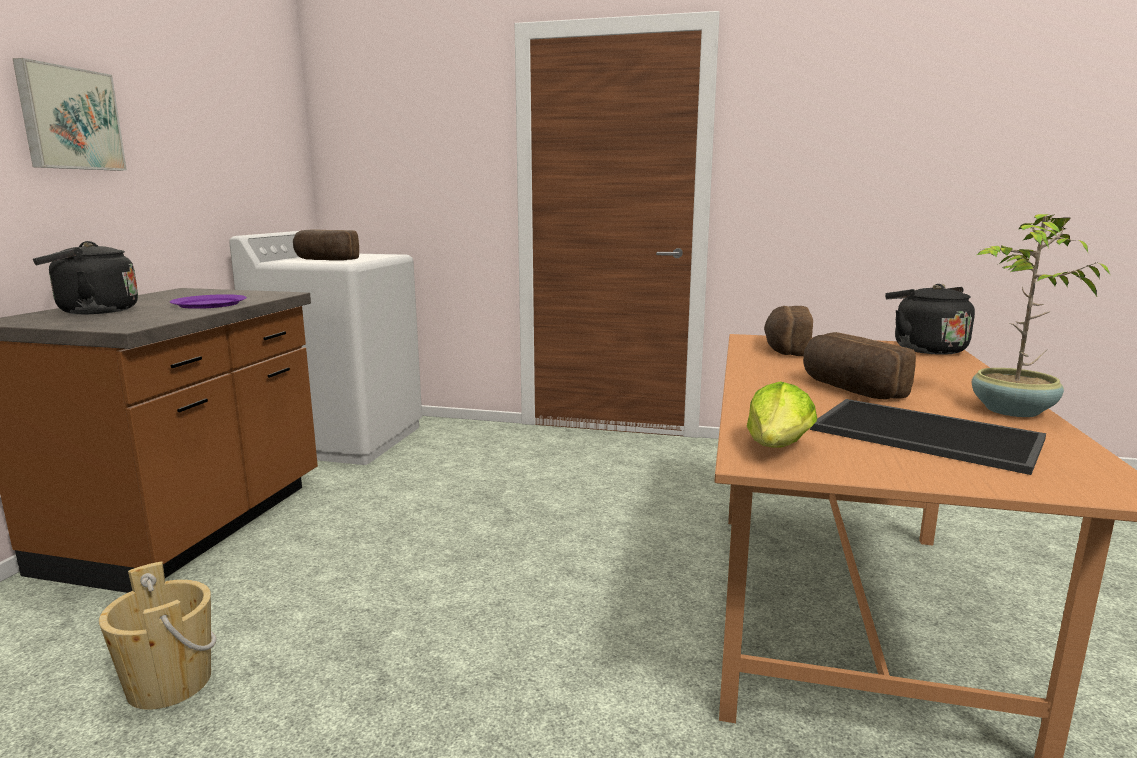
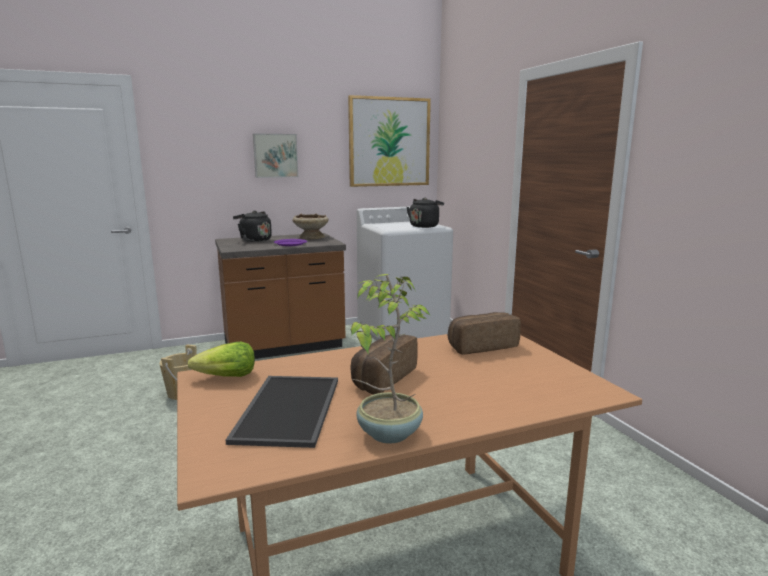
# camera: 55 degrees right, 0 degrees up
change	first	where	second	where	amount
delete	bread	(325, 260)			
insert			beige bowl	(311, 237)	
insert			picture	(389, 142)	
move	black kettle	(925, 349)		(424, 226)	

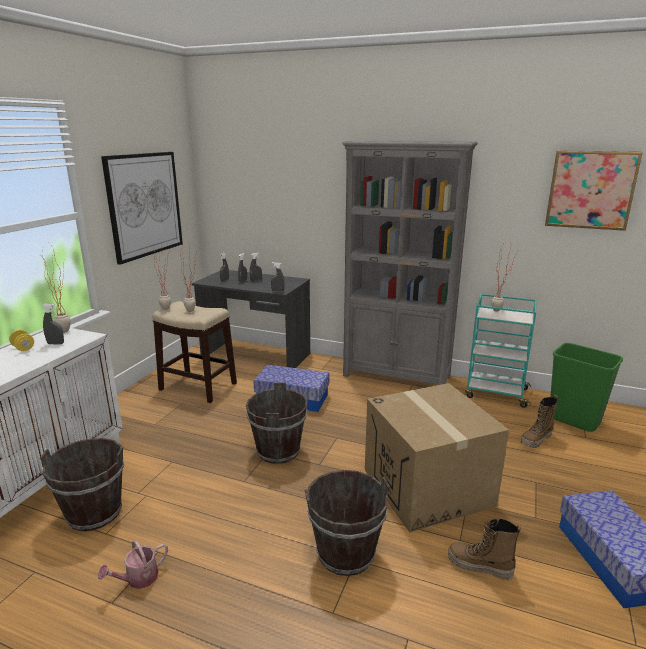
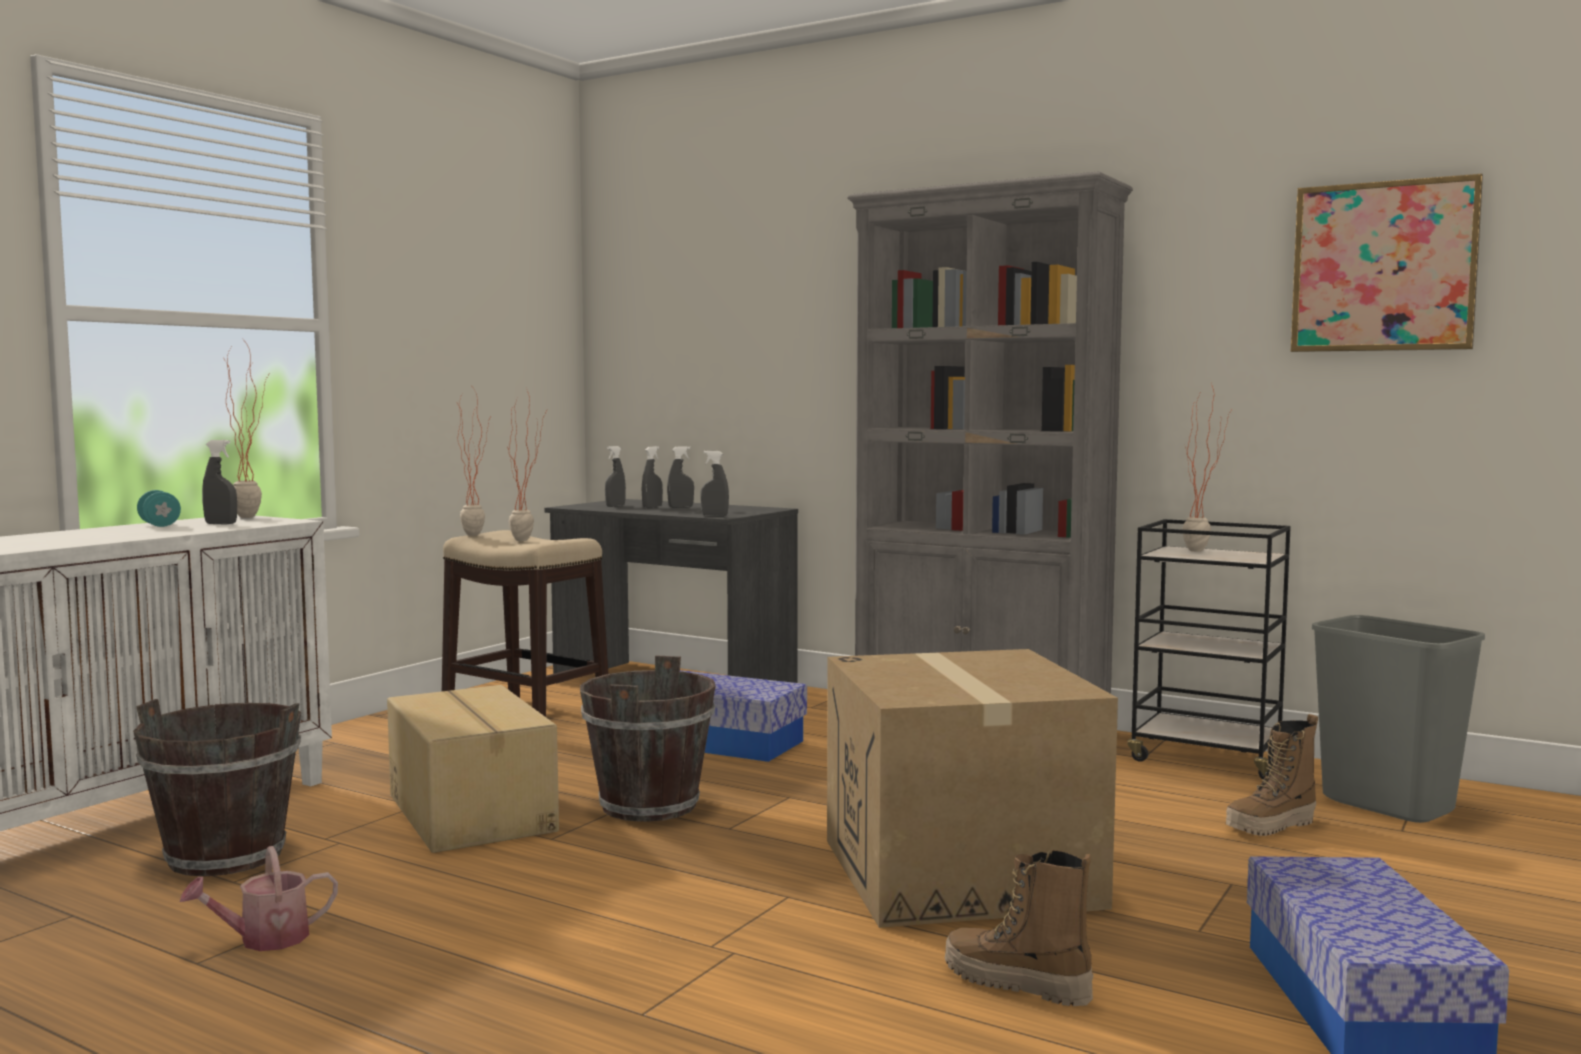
# camera: 10 degrees right, 15 degrees down
change	first	where	second	where	amount
delete	picture	(145, 205)			
delete	brown bucket	(345, 553)			
insert			cardboard box	(473, 812)	
recolor	yellow dumbbell	(23, 348)	turquoise dumbbell	(159, 525)	
recolor	turquoise cart	(495, 393)	black cart	(1208, 758)	
recolor	green trash can	(574, 420)	grey trash can	(1389, 806)	

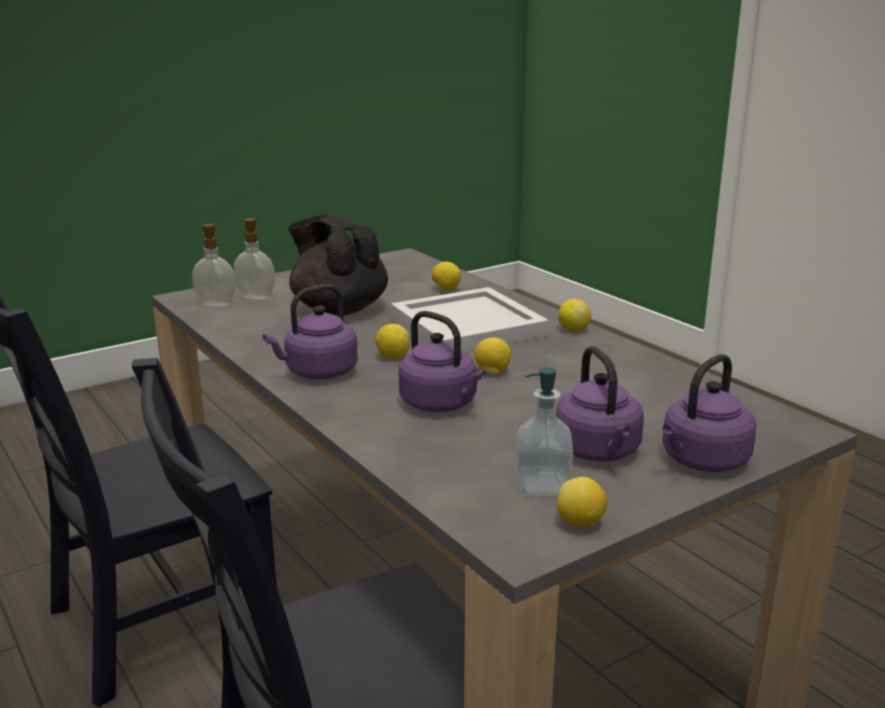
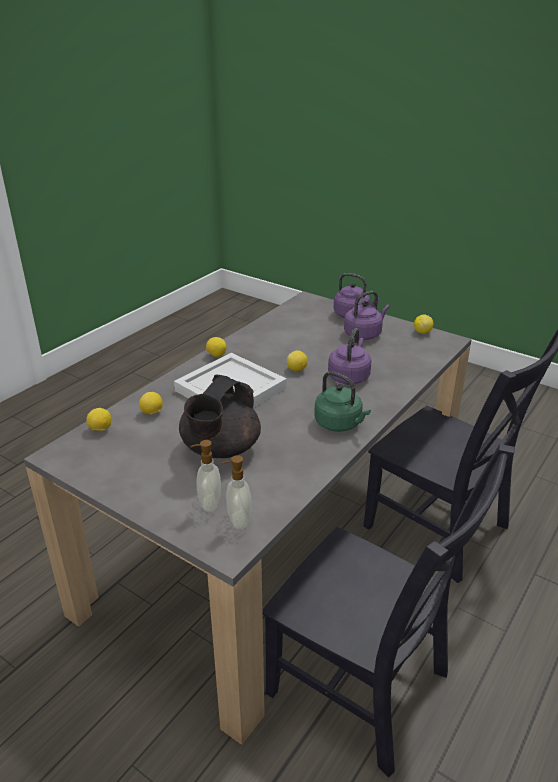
# camera: 110 degrees left, 10 degrees up
change	first	where	second	where	amount
delete	soap dispenser	(542, 485)			
move	lemon	(393, 357)		(100, 429)	
recolor	purple kettle	(317, 372)	green kettle	(340, 424)	

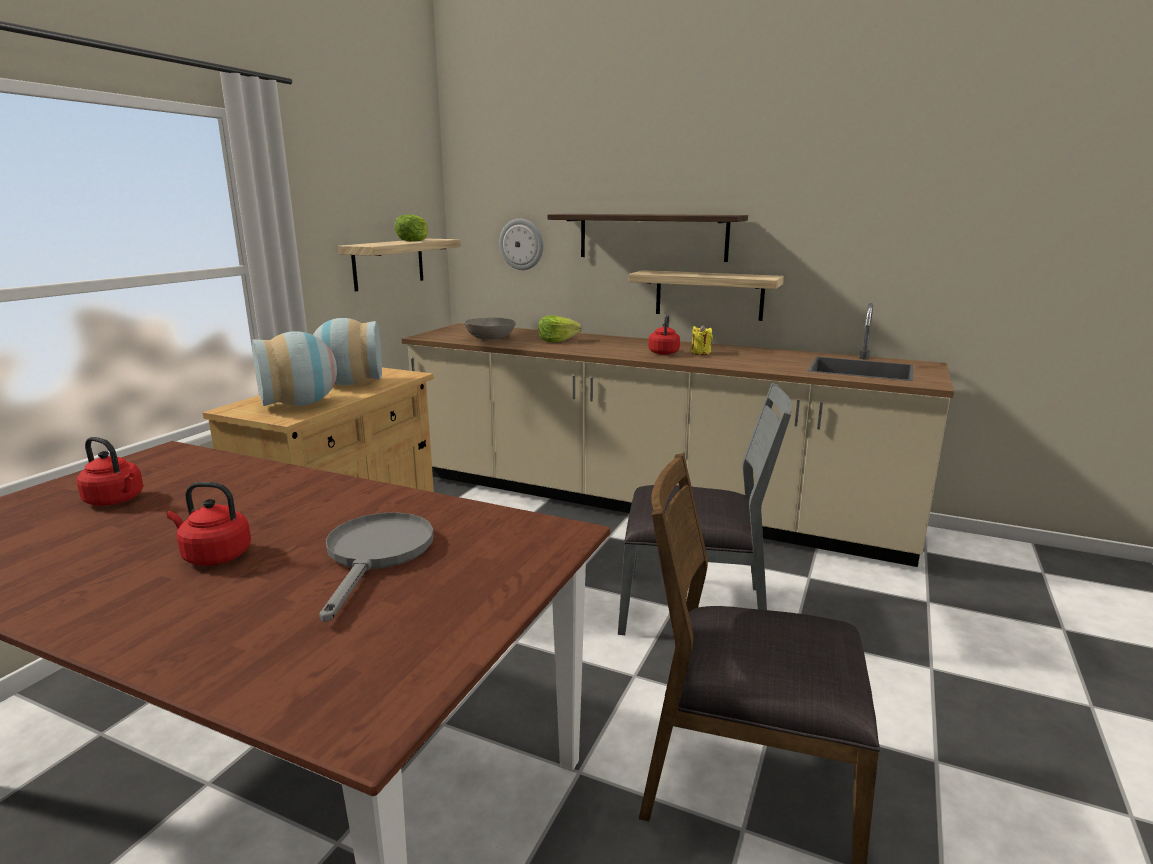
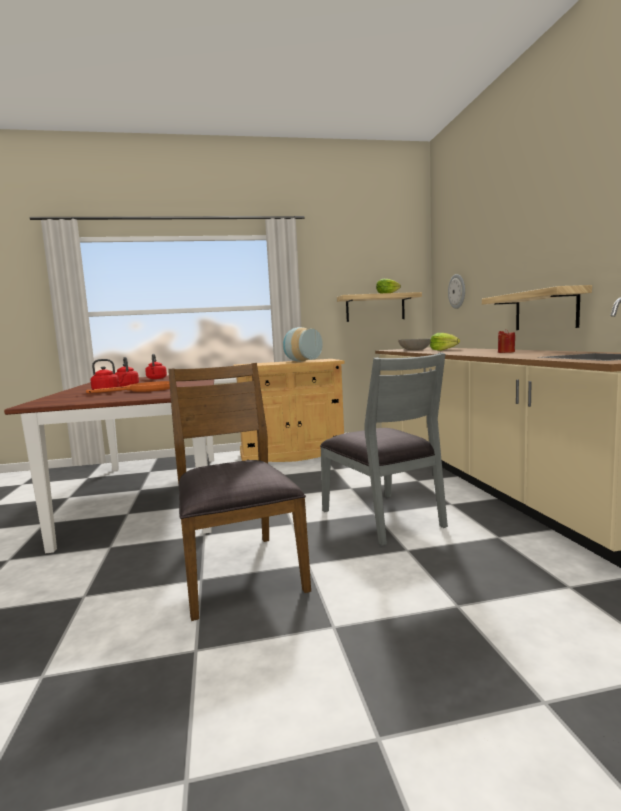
# camera: 55 degrees right, 10 degrees down
change	first	where	second	where	amount
delete	vase	(300, 404)			
delete	shelf	(652, 237)			
move	red kettle	(664, 352)		(108, 391)	
recolor	grey frying pan	(376, 555)	orange frying pan	(145, 390)	
recolor	yellow candle	(700, 352)	red candle	(506, 352)	

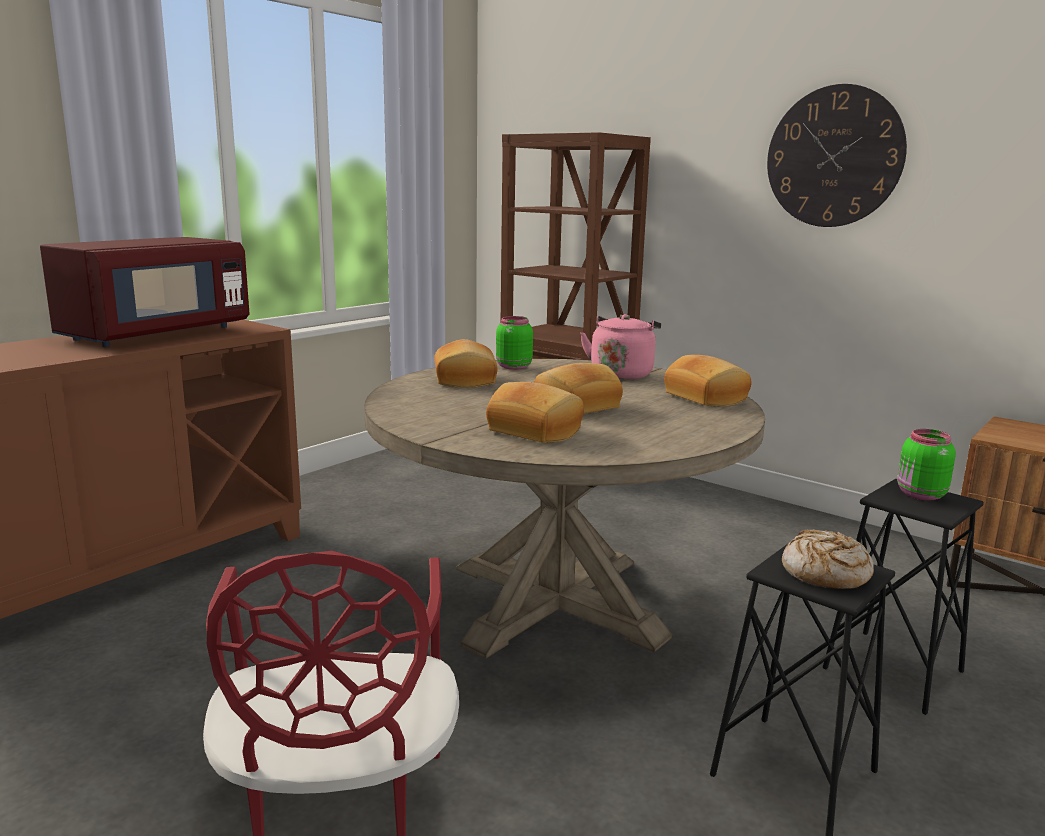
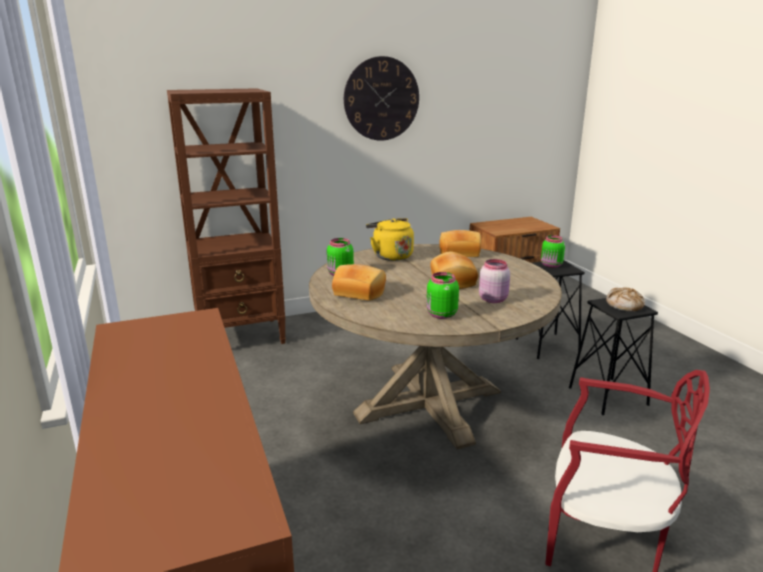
# camera: 60 degrees left, 5 degrees up
change	first	where	second	where	amount
delete	red microwave	(155, 335)			
insert			green jar	(441, 315)	
replace	bread	(536, 431)	pink jar	(493, 299)	
recolor	pink kettle	(622, 374)	yellow kettle	(390, 256)	

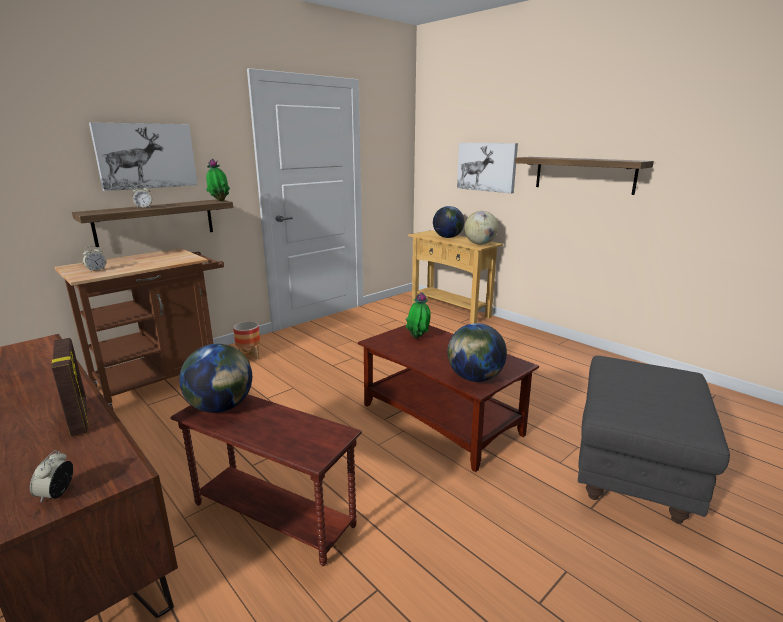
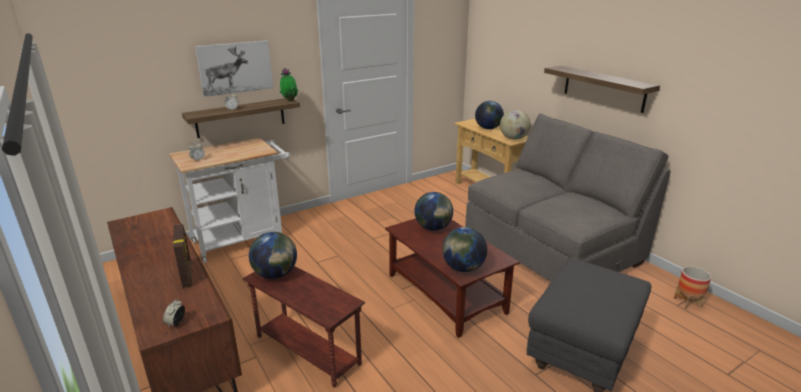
# camera: 10 degrees right, 5 degrees up
change	first	where	second	where	amount
delete	picture	(486, 167)			
insert			grey sofa	(550, 248)	
move	planter	(249, 356)		(687, 302)	
replace	potted plant	(418, 338)	globe	(433, 228)	
recolor	brown cart	(164, 379)	white cart	(243, 239)	

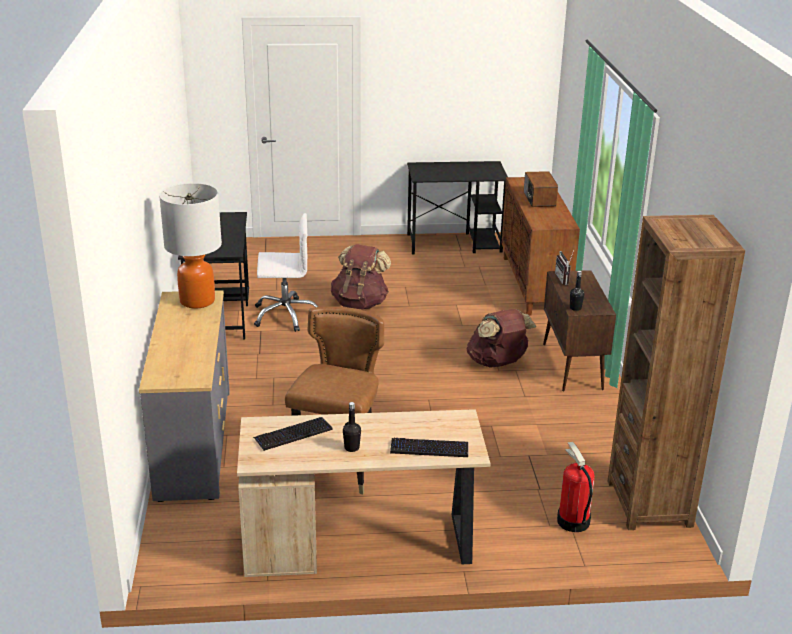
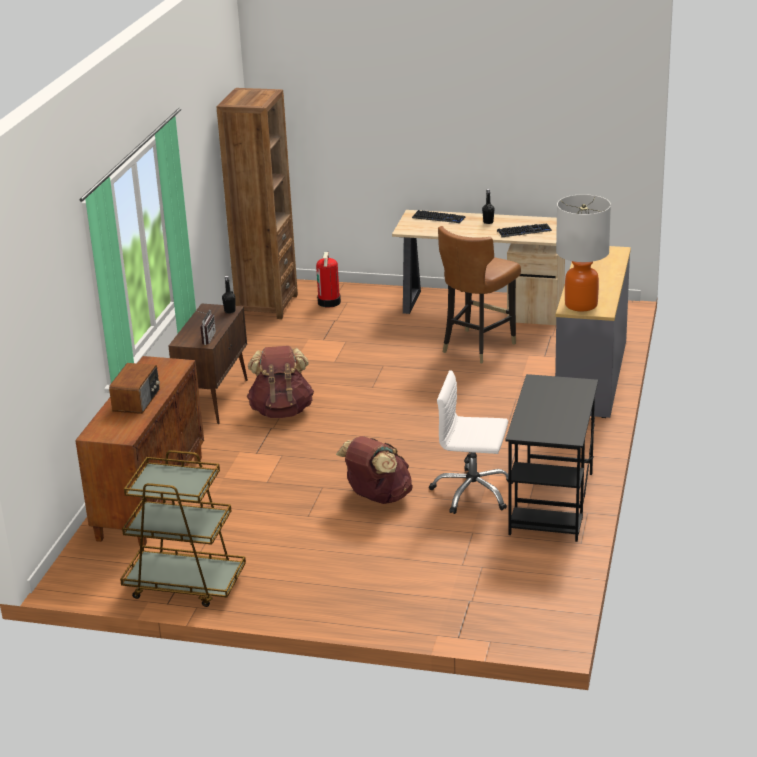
# camera: 160 degrees left, 0 degrees up
change	first	where	second	where	amount
replace	black desk	(455, 243)	brown cart	(184, 584)	

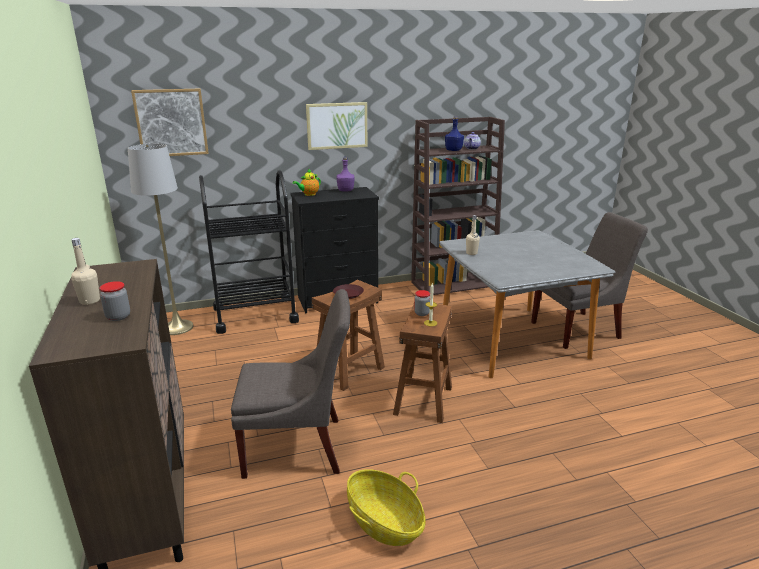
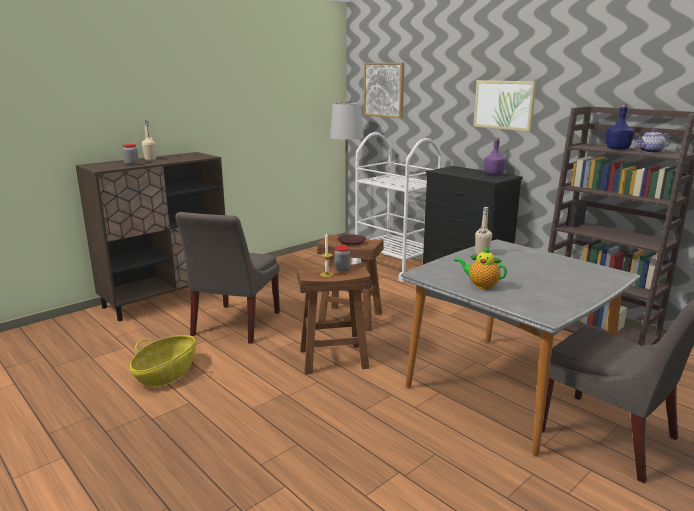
# camera: 65 degrees right, 5 degrees down
change	first	where	second	where	amount
move	teapot	(309, 194)		(480, 285)	
recolor	black cart	(255, 315)	white cart	(395, 266)	
rotate	grey chair	(299, 447)		(234, 325)	45 degrees clockwise

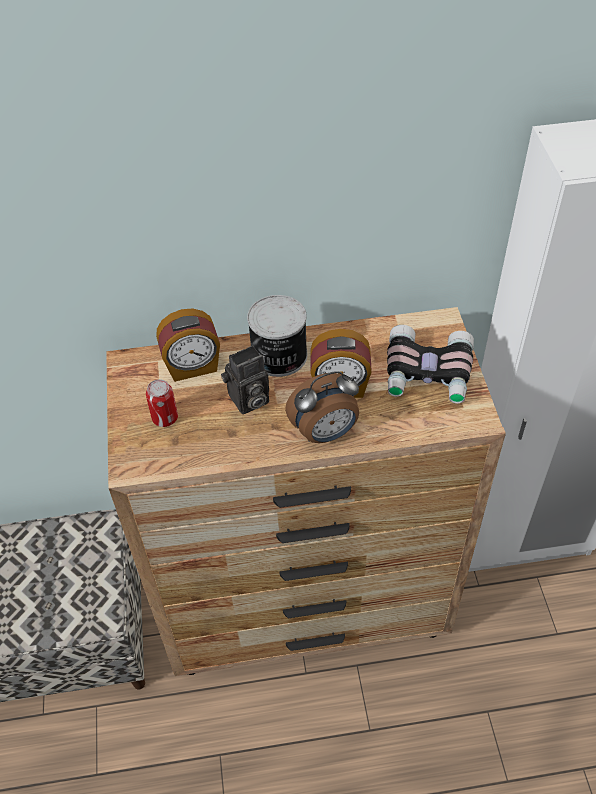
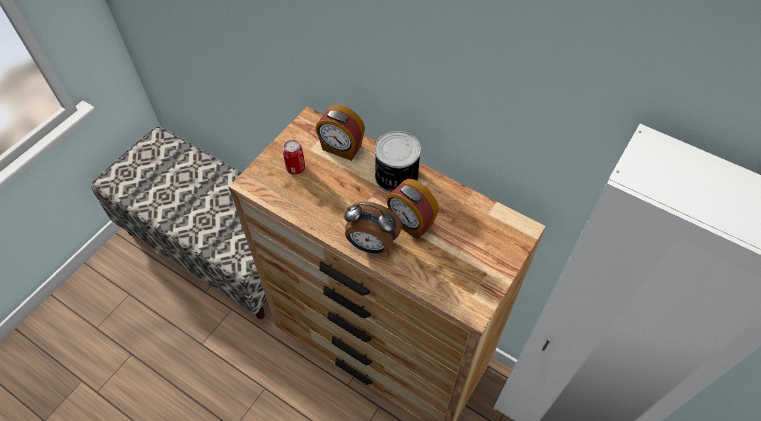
# camera: 40 degrees right, 5 degrees up
change	first	where	second	where	amount
delete	photo camera	(248, 401)			
delete	binoculars	(427, 374)			

